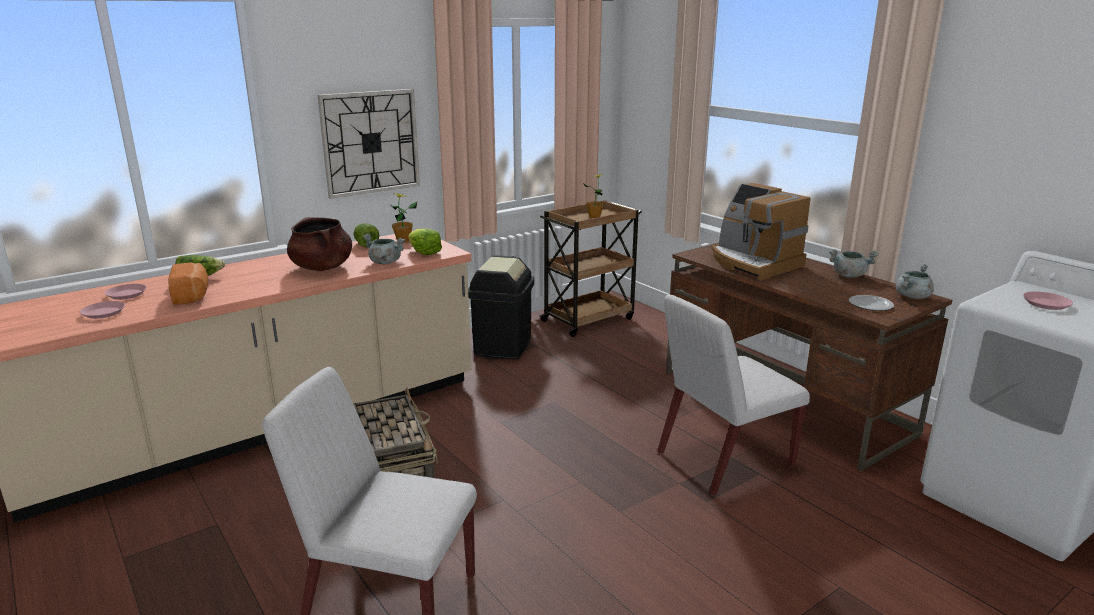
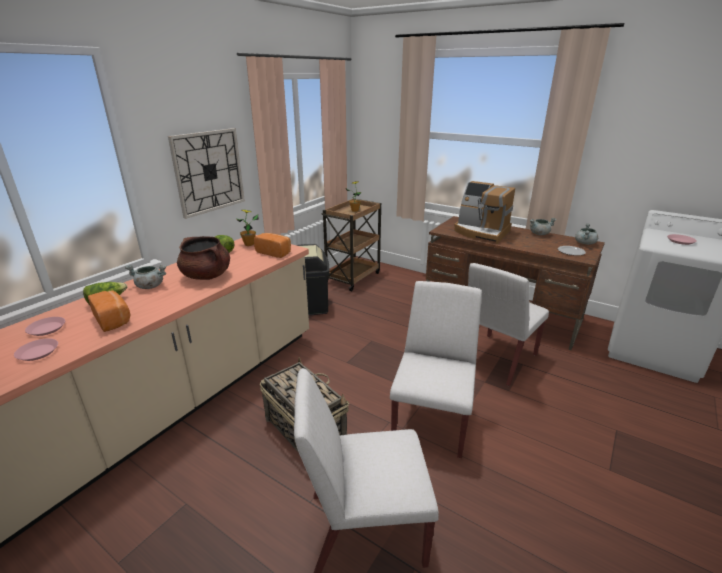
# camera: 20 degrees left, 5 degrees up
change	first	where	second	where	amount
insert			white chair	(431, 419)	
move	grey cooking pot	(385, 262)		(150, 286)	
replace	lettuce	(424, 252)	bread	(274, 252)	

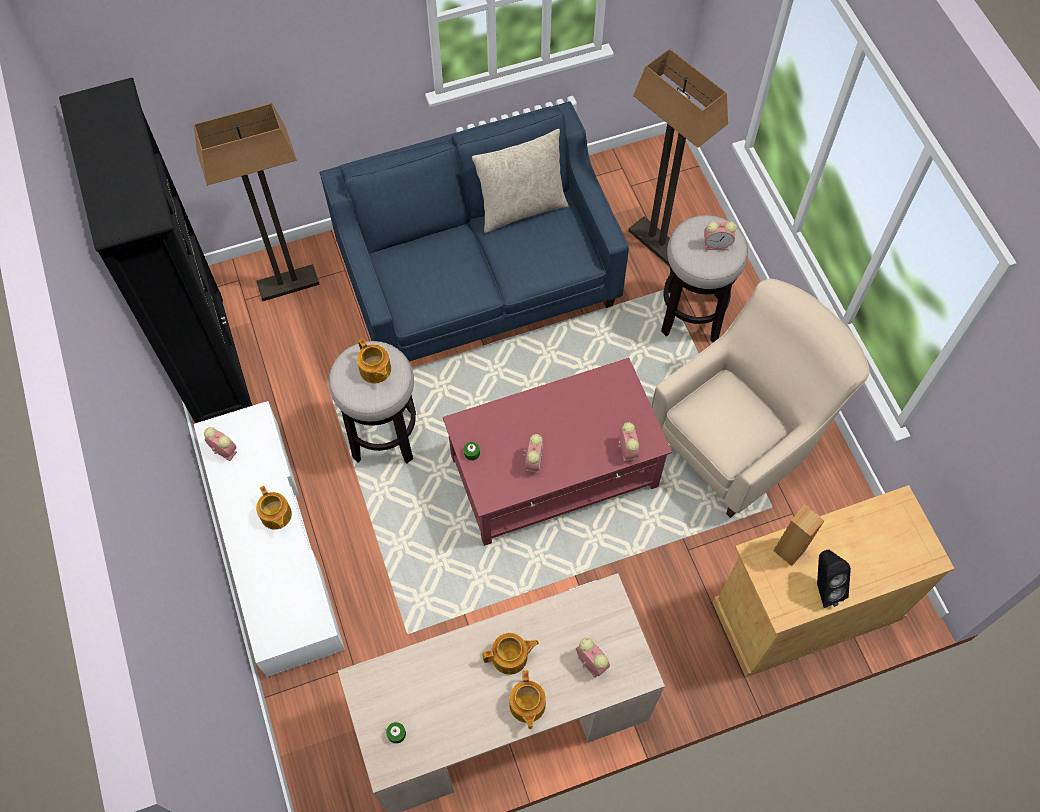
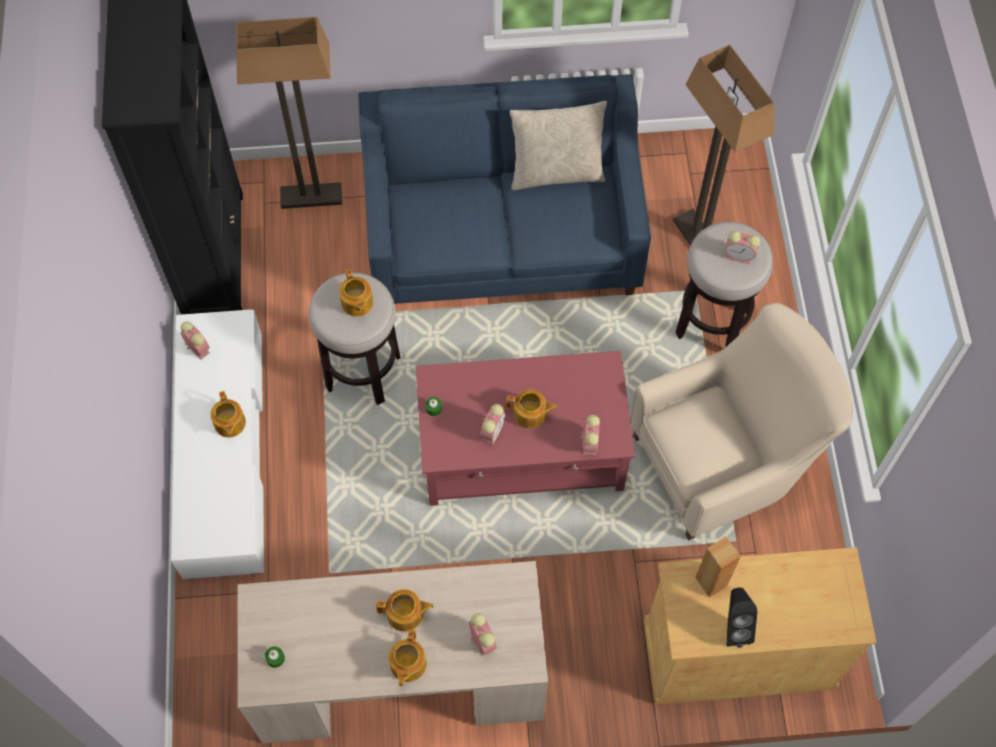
# camera: 15 degrees right, 0 degrees up
change	first	where	second	where	amount
insert			teapot	(530, 414)	

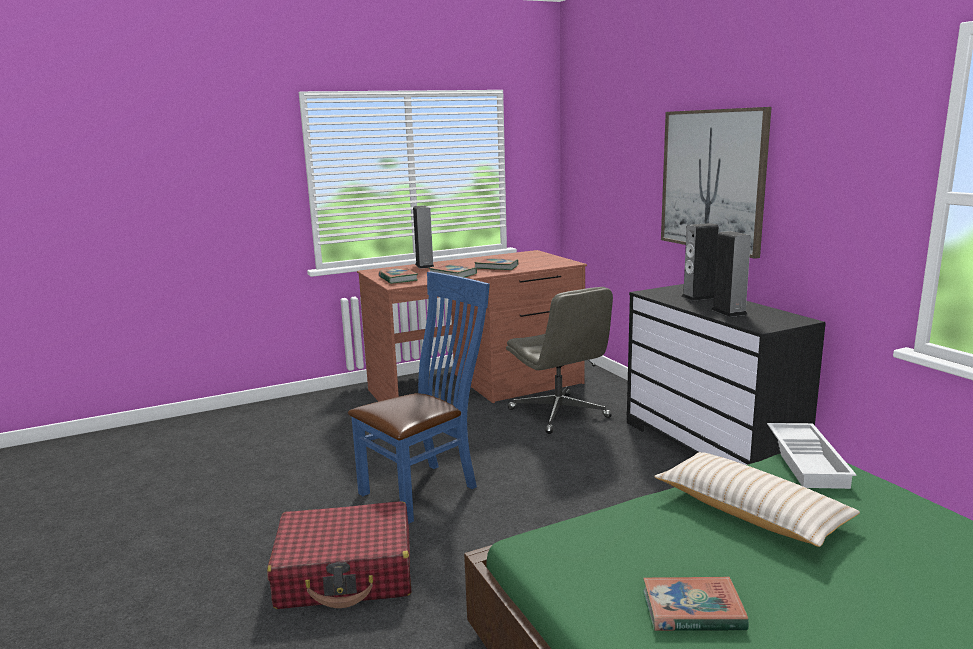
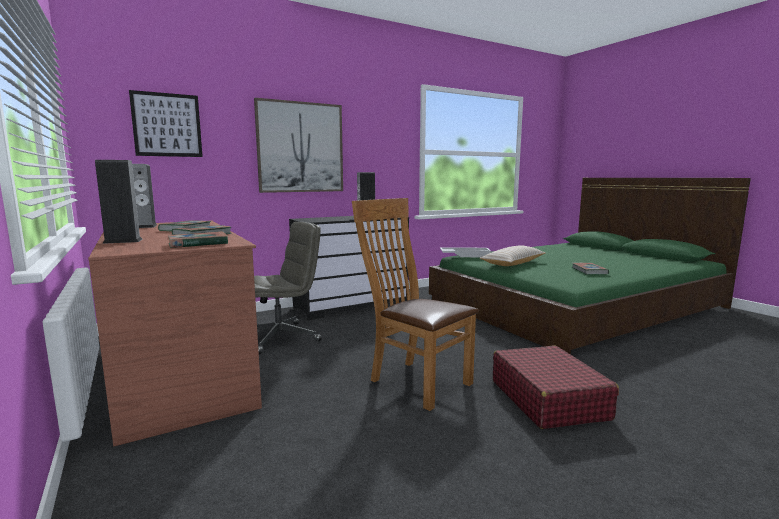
# camera: 95 degrees left, 5 degrees down
change	first	where	second	where	amount
insert			picture	(167, 125)	
move	speaker	(698, 297)		(146, 226)	
recolor	blue chair	(425, 489)	brown chair	(415, 381)	

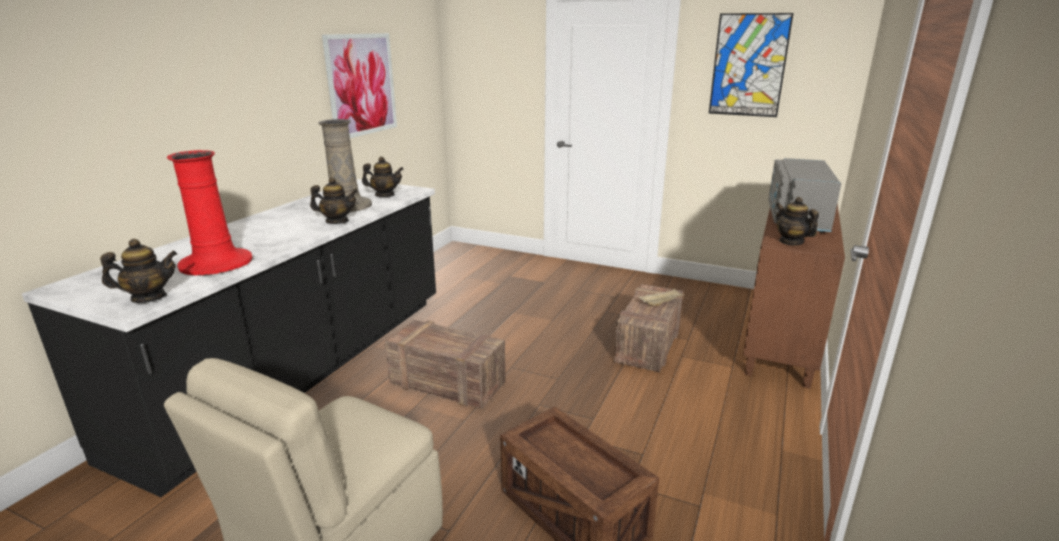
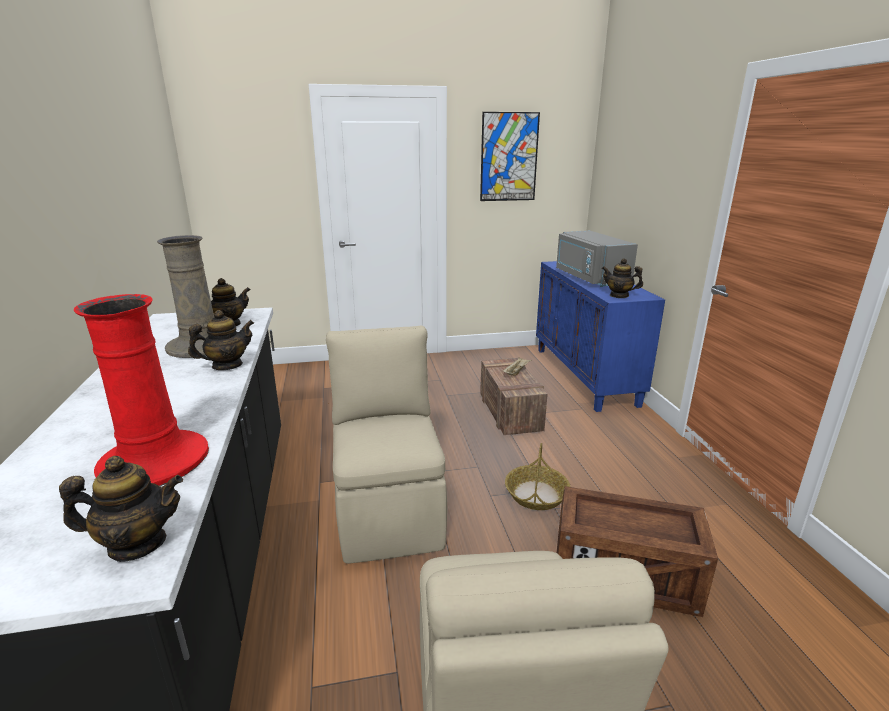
# camera: 35 degrees left, 0 degrees up
change	first	where	second	where	amount
delete	picture	(361, 85)			
insert			basket	(536, 495)	
replace	crate	(449, 384)	beige chair	(389, 512)	
recolor	brown cabinet	(782, 337)	blue cabinet	(585, 376)	
rotate	teapot	(149, 297)		(137, 544)	45 degrees clockwise

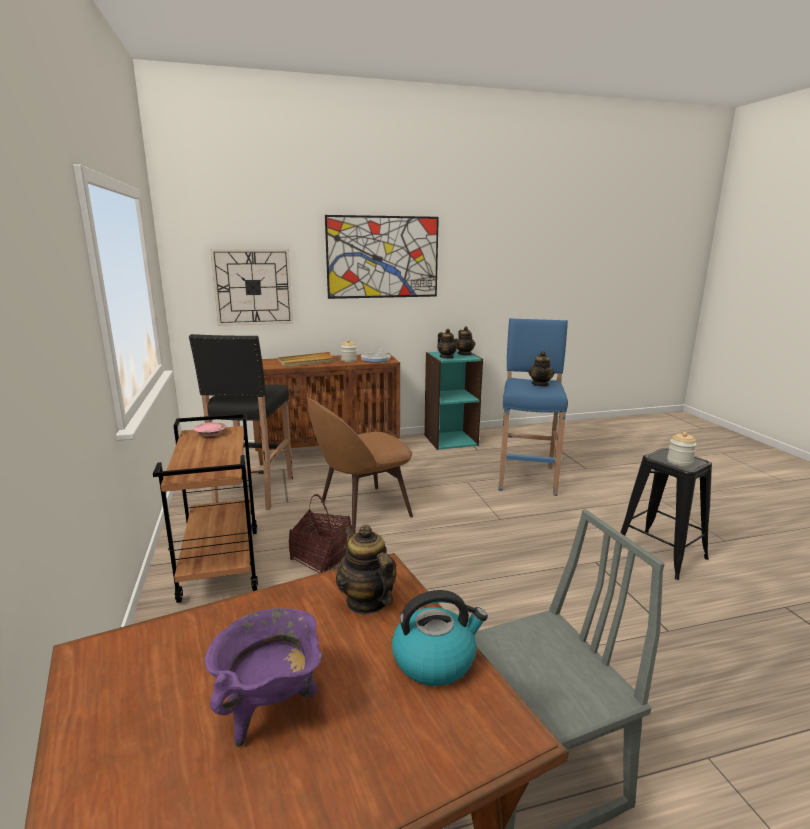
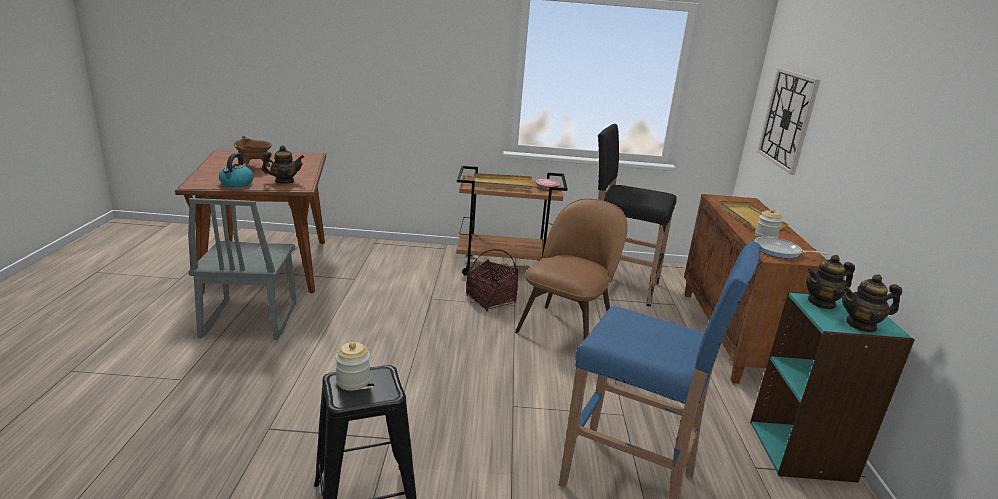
# camera: 105 degrees right, 5 degrees up
change	first	where	second	where	amount
delete	picture	(383, 257)			
delete	teapot	(540, 384)			
insert			beige tray	(501, 184)	
recolor	purple cooking pot	(270, 707)	brown cooking pot	(254, 167)	
rotate	brown chair	(361, 510)		(567, 329)	45 degrees clockwise

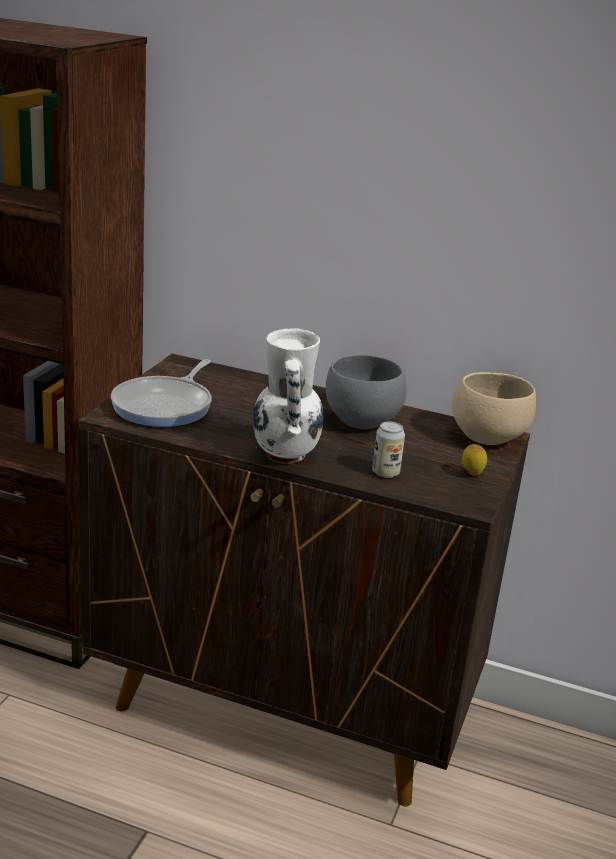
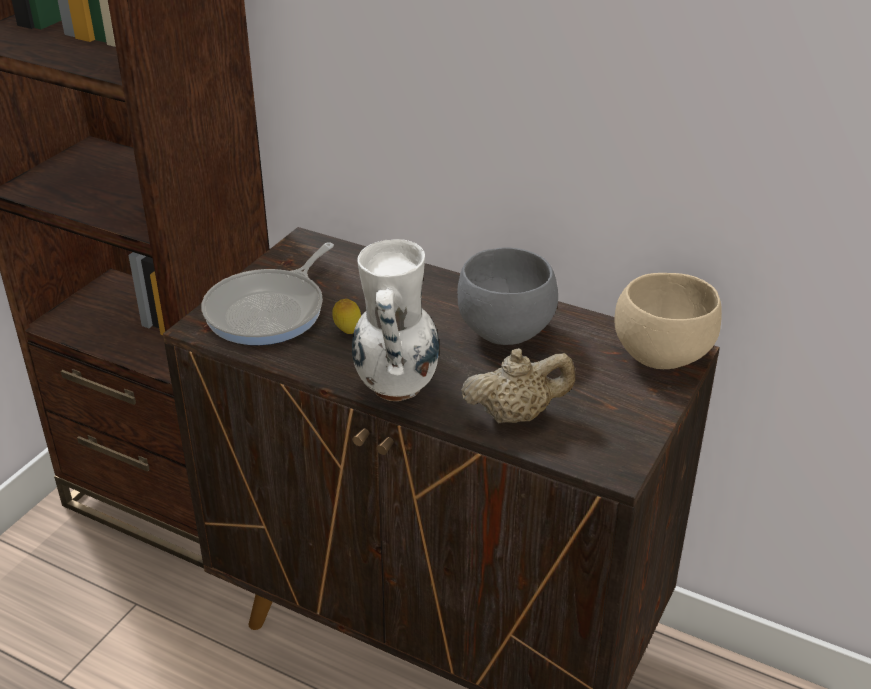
# camera: 10 degrees right, 10 degrees up
change	first	where	second	where	amount
move	lemon	(471, 474)		(347, 332)	
replace	can	(385, 473)	beige teapot	(516, 415)	

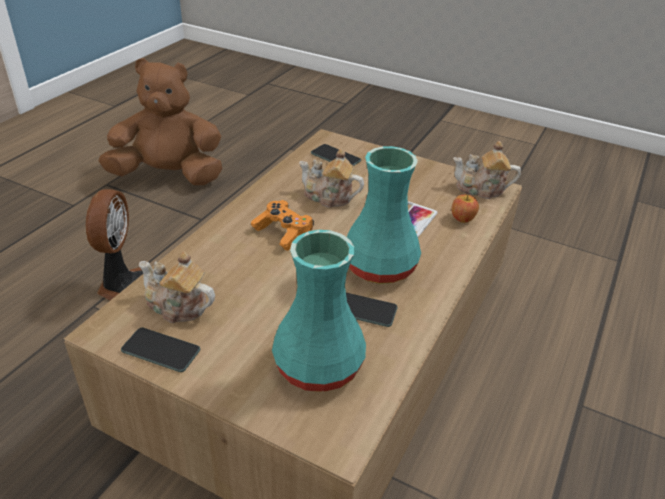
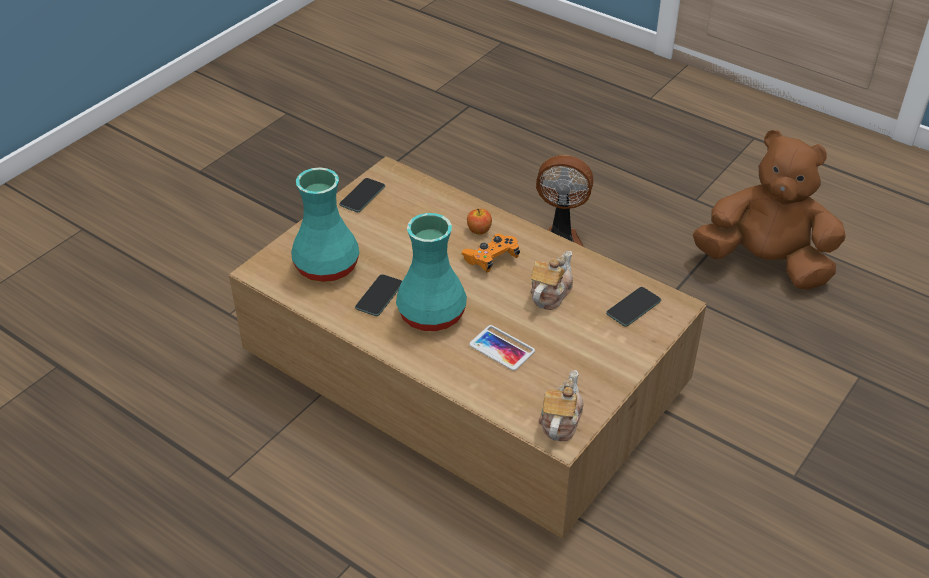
# camera: 100 degrees right, 5 degrees up
change	first	where	second	where	amount
delete	teapot	(178, 306)			
move	apple	(463, 218)		(479, 230)	
rotate	brown plush toy	(169, 176)		(765, 263)	75 degrees counterclockwise

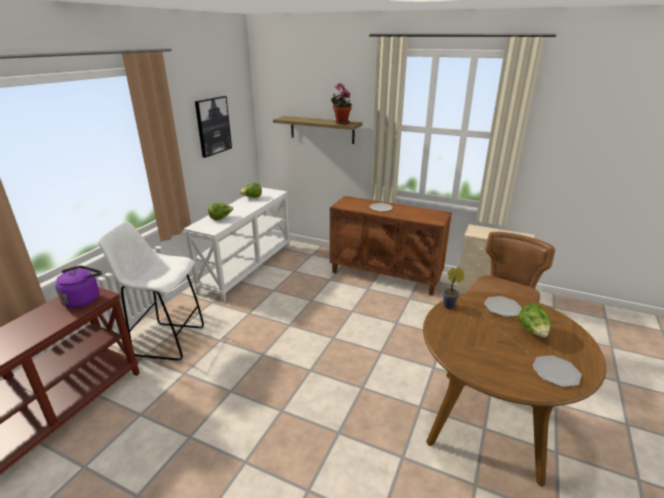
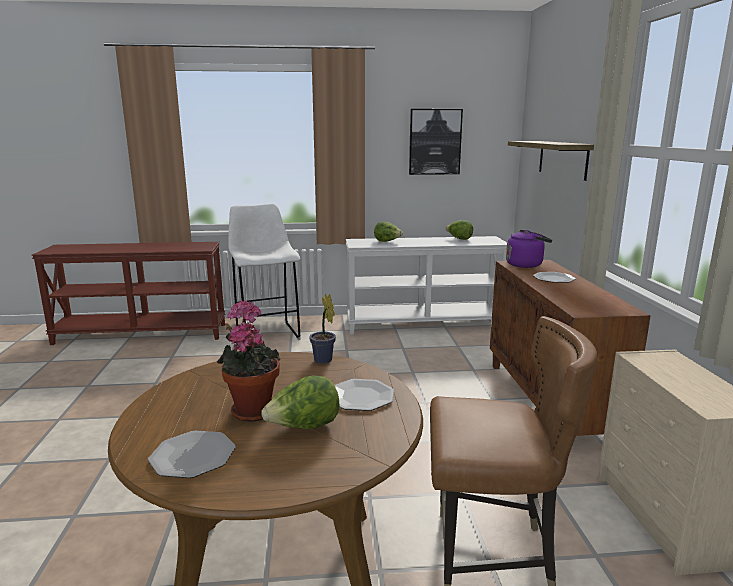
# camera: 60 degrees right, 10 degrees down
change	first	where	second	where	amount
move	purple kettle	(83, 299)		(526, 265)	
move	potted plant	(340, 123)		(251, 409)	

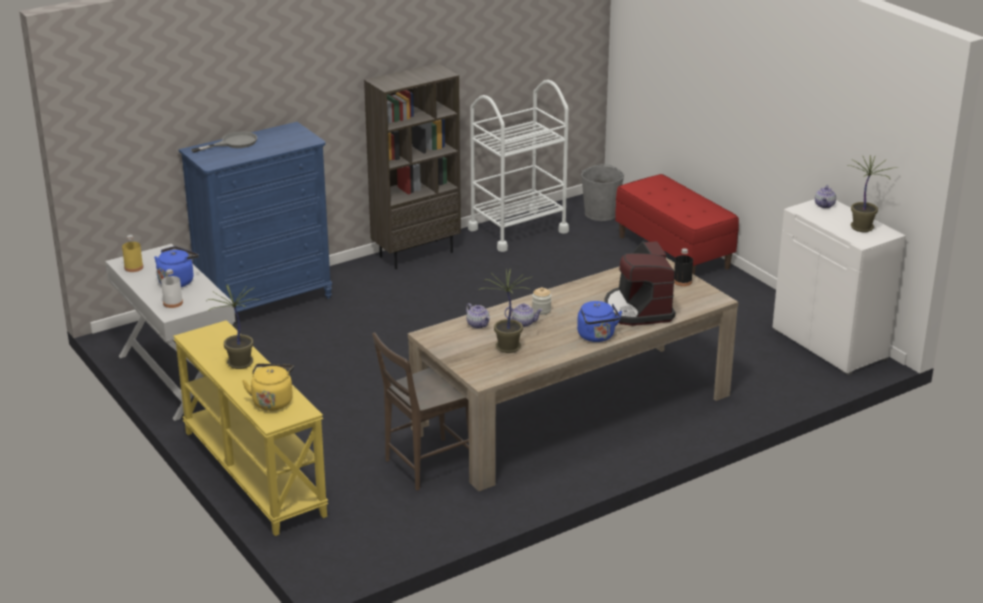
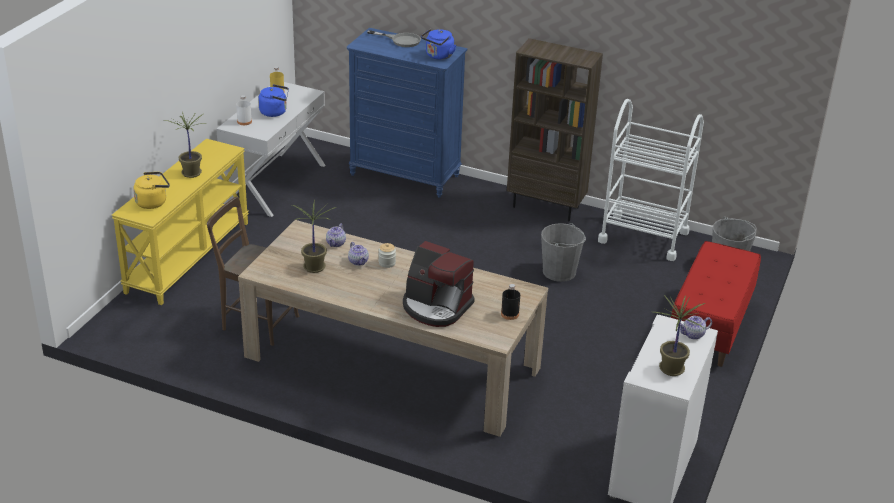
# camera: 55 degrees right, 5 degrees up
change	first	where	second	where	amount
insert			grey bucket	(559, 272)	
move	blue kettle	(597, 337)		(438, 56)	
rotate	coffee machine	(638, 309)		(436, 307)	105 degrees counterclockwise

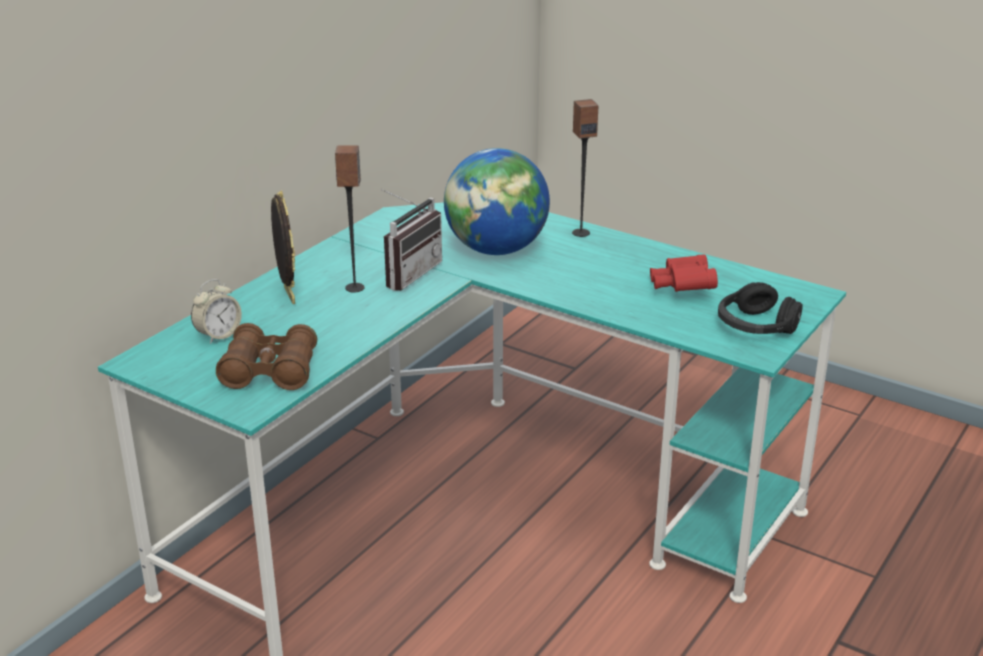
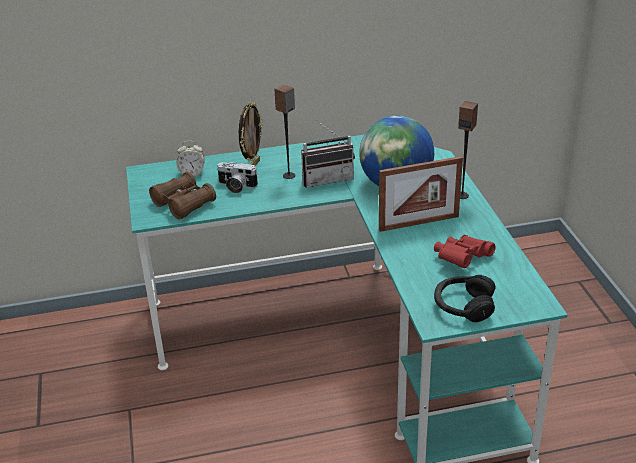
# camera: 45 degrees right, 5 degrees up
change	first	where	second	where	amount
insert			photo camera	(236, 186)	
insert			picture frame	(419, 223)	

